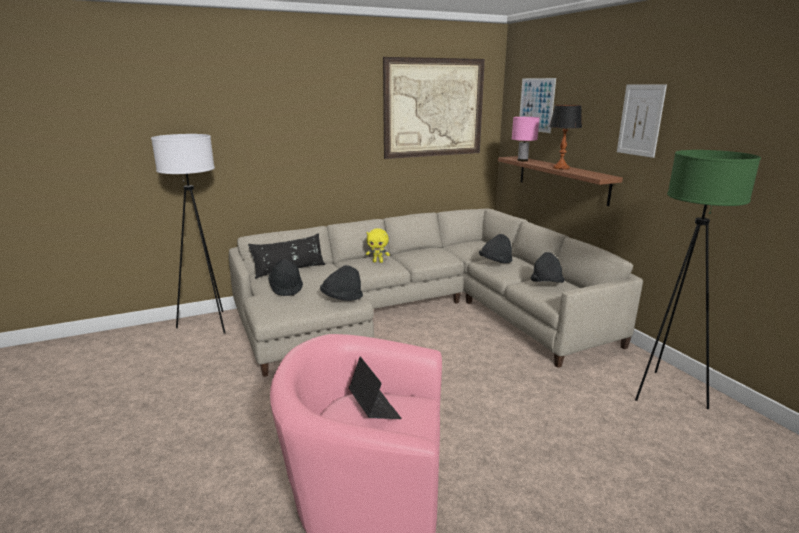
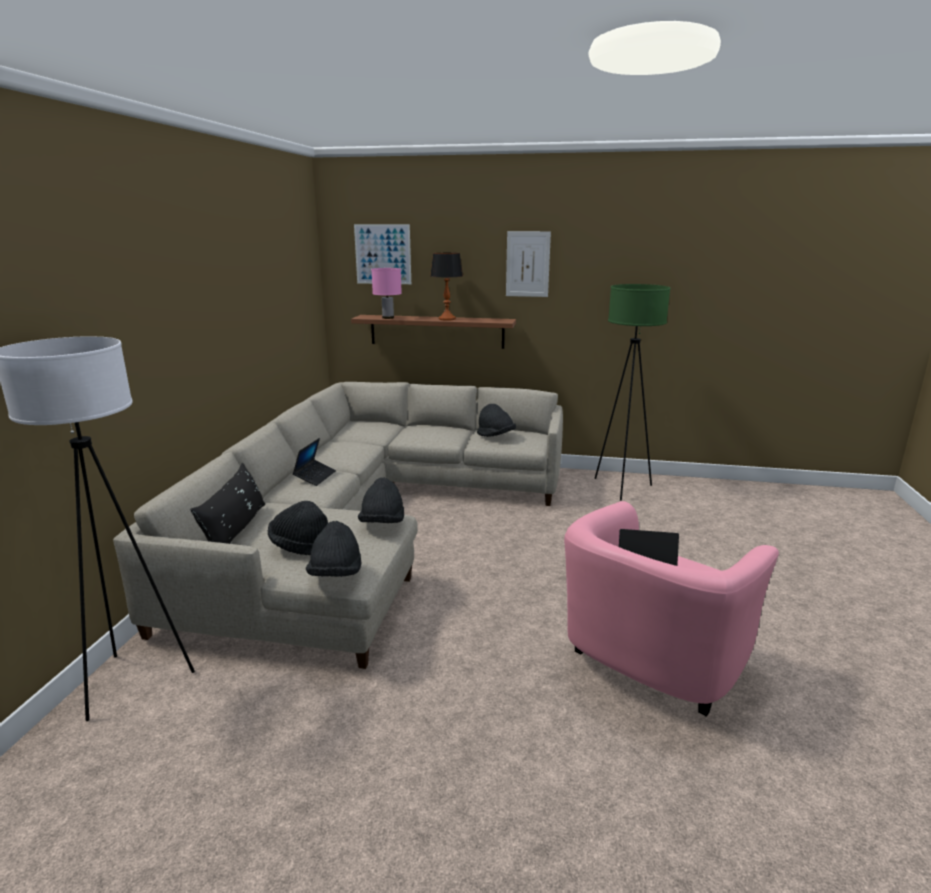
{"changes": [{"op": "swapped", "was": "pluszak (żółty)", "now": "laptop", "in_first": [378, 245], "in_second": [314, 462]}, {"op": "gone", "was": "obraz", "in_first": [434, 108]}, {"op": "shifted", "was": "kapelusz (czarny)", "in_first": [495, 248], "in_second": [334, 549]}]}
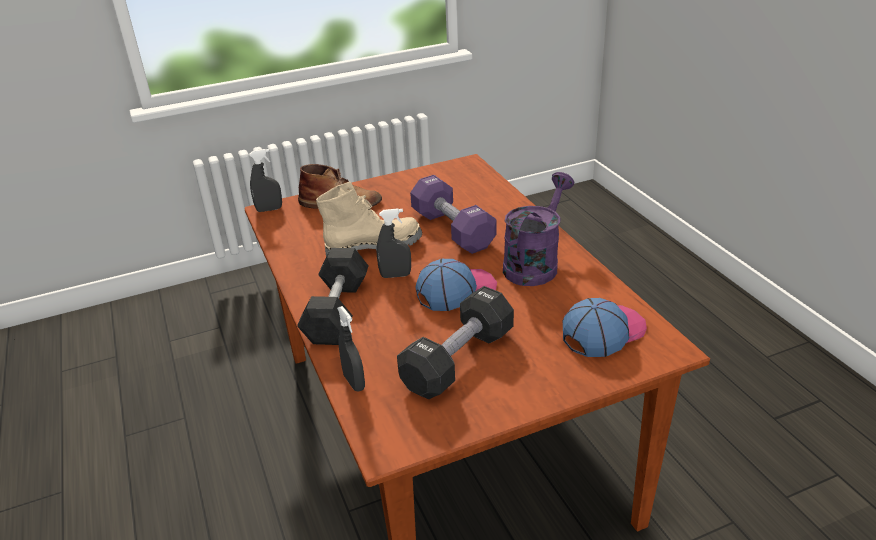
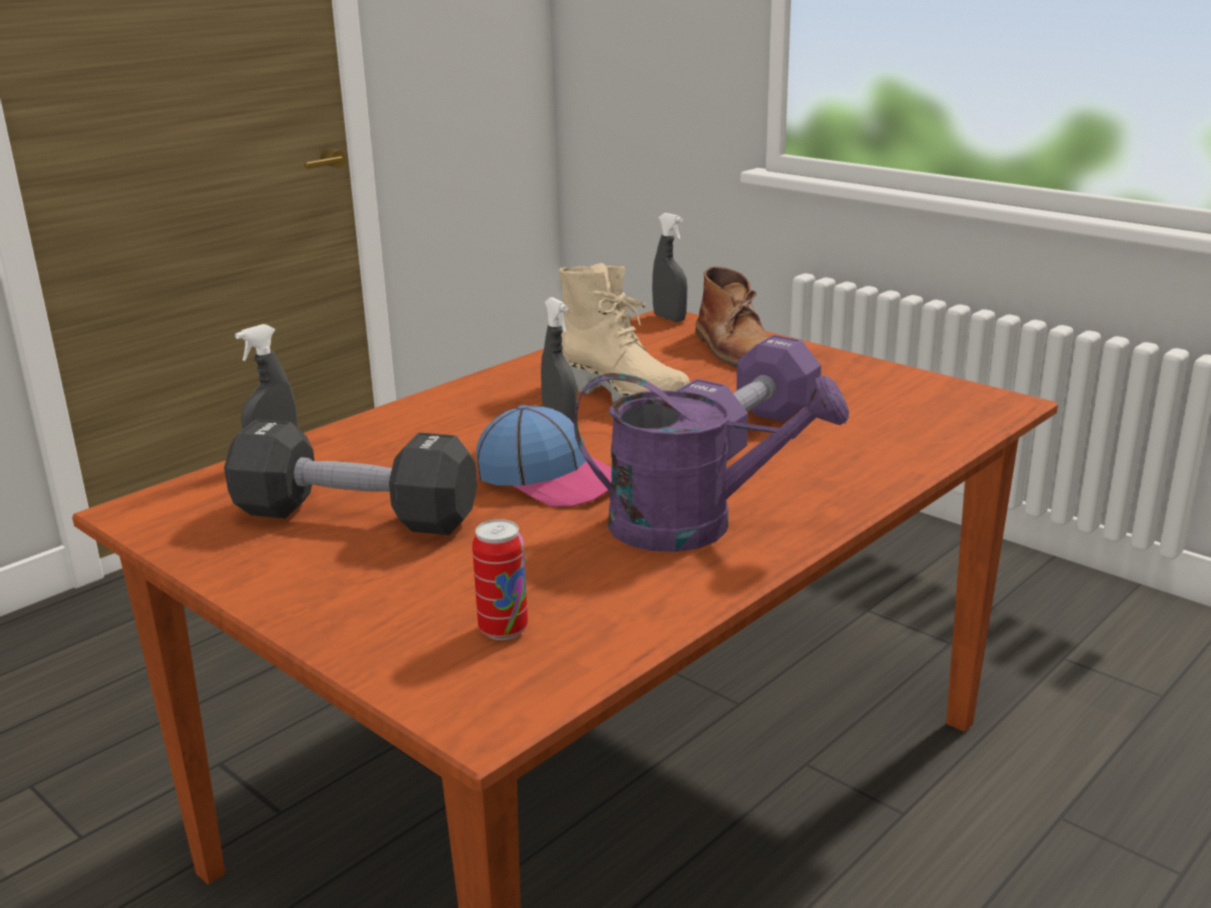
{"changes": [{"op": "gone", "was": "hantel (szary)", "in_first": [332, 296]}, {"op": "swapped", "was": "czapka z daszkiem", "now": "puszka", "in_first": [605, 327], "in_second": [500, 579]}]}
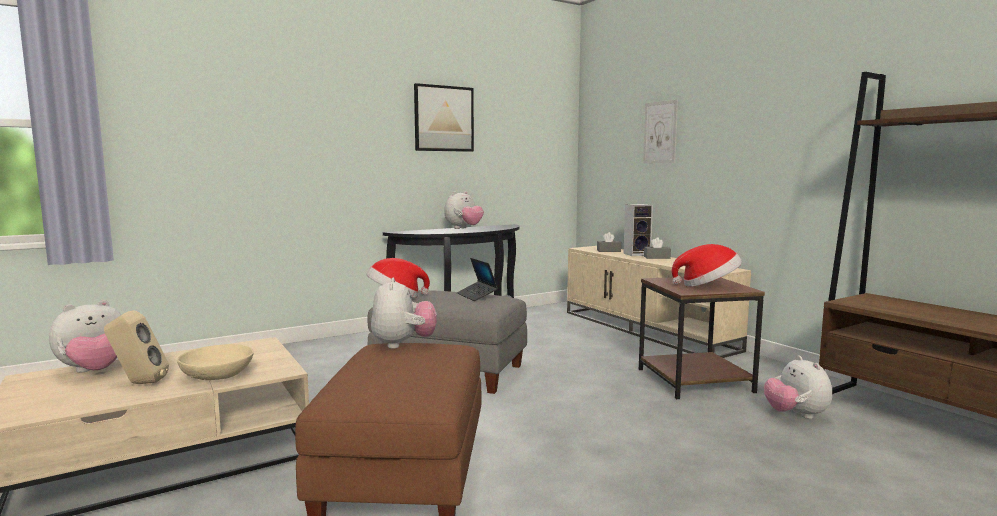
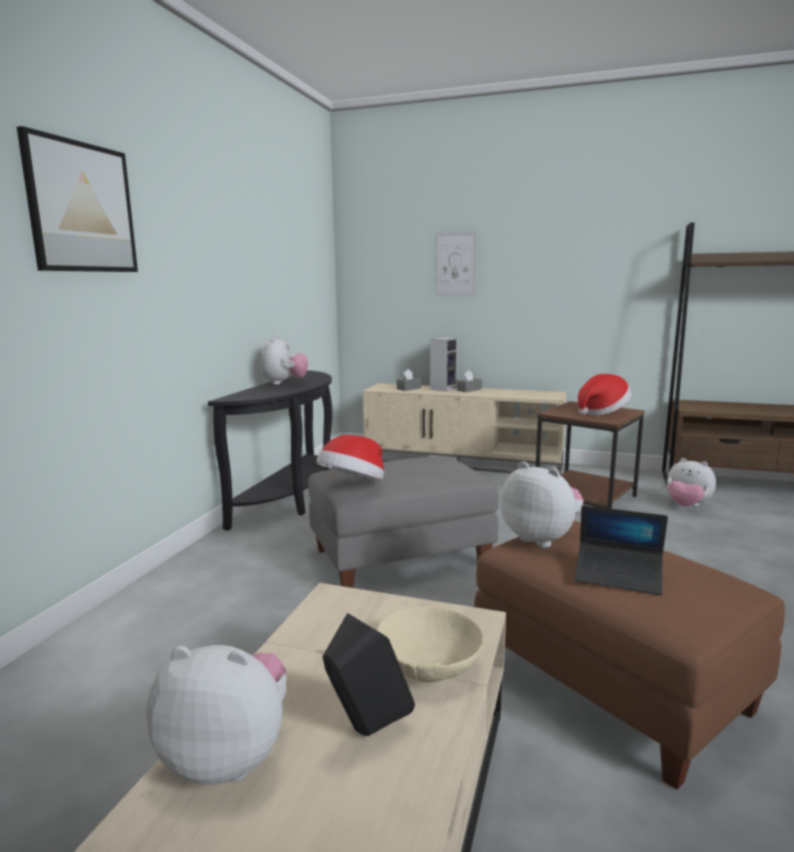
{"changes": [{"op": "rotated", "was": "pluszak", "in_first": [85, 336], "in_second": [216, 714], "clockwise": -90}, {"op": "repainted", "was": "głośnik (beżowy)", "now": "głośnik (czarny)", "in_first": [136, 347], "in_second": [369, 674]}, {"op": "shifted", "was": "obraz", "in_first": [444, 117], "in_second": [77, 199]}, {"op": "shifted", "was": "laptop", "in_first": [477, 279], "in_second": [621, 550]}]}
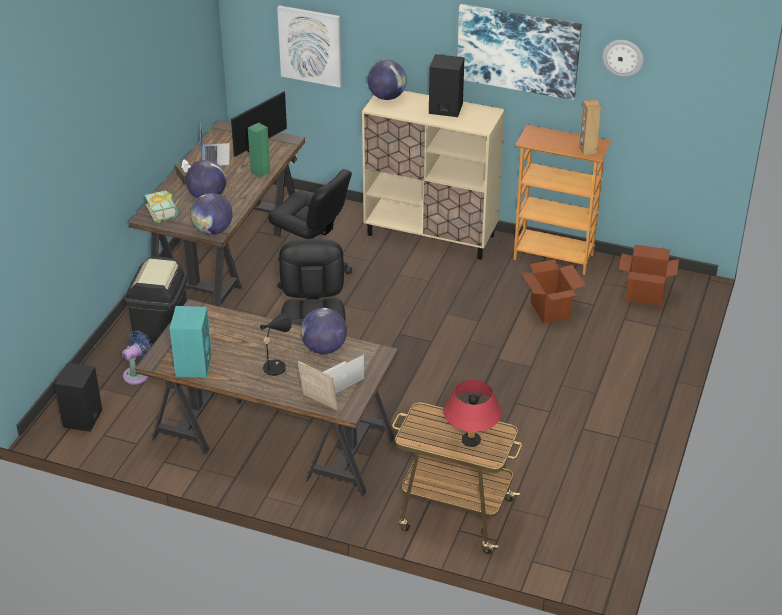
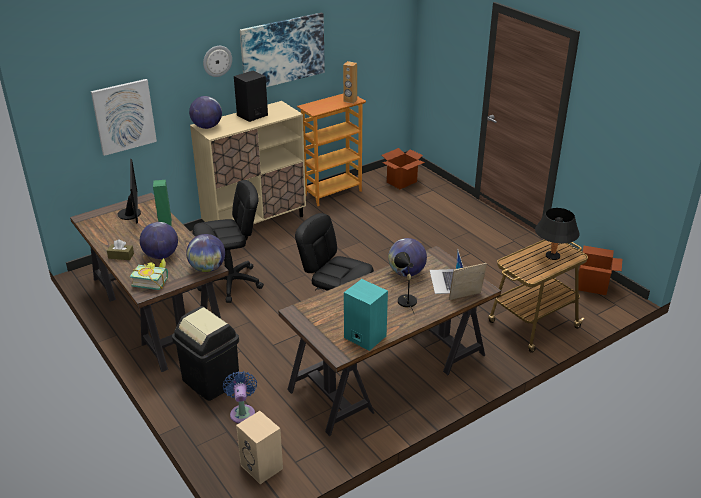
{"changes": [{"op": "repainted", "was": "głośnik (czarny)", "now": "głośnik (beżowy)", "in_first": [78, 397], "in_second": [259, 447]}, {"op": "gone", "was": "laptop", "in_first": [215, 145]}, {"op": "repainted", "was": "lampa stołowa (czerwony)", "now": "lampa stołowa (czarny)", "in_first": [472, 413], "in_second": [557, 234]}, {"op": "shifted", "was": "karton", "in_first": [553, 291], "in_second": [600, 270]}, {"op": "shifted", "was": "zegar ścienny", "in_first": [622, 58], "in_second": [217, 61]}]}
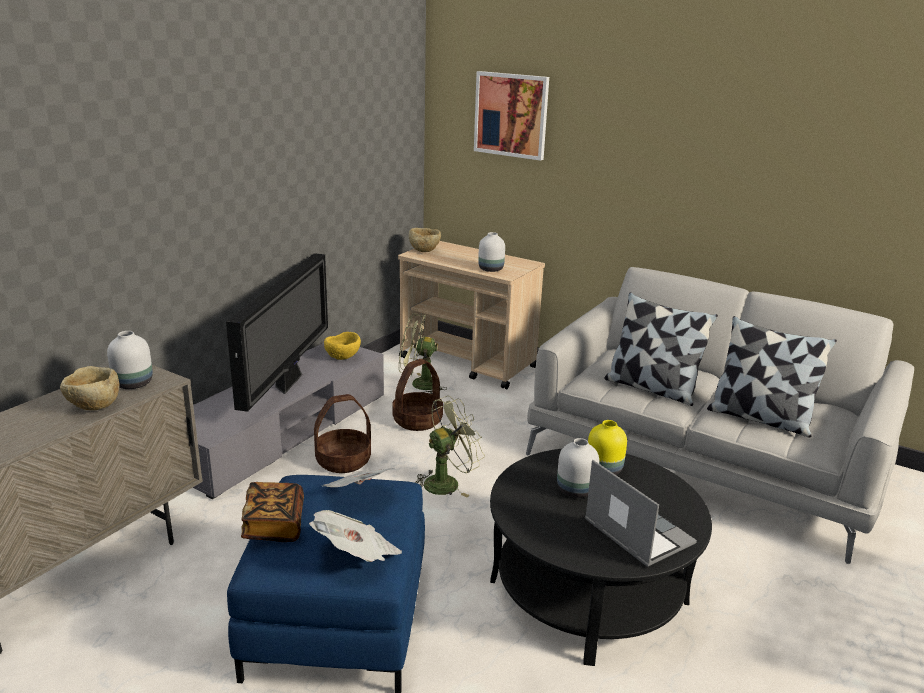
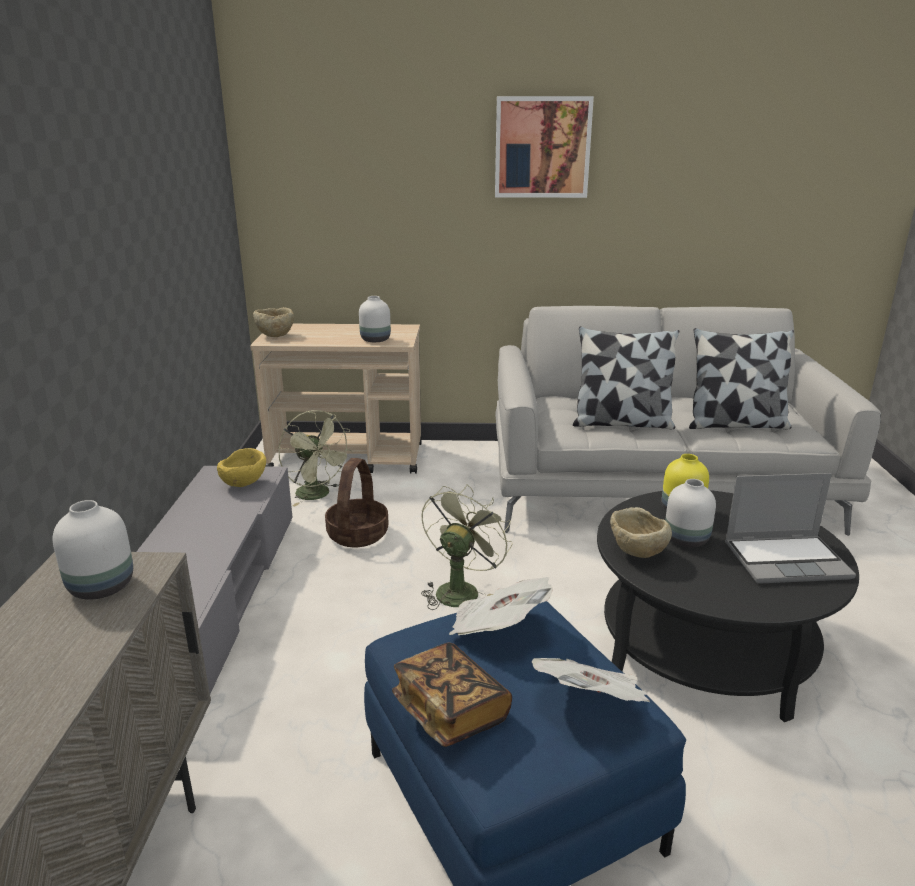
{"changes": [{"op": "shifted", "was": "miska (beżowy)", "in_first": [90, 388], "in_second": [641, 532]}, {"op": "gone", "was": "telewizor", "in_first": [277, 332]}, {"op": "gone", "was": "koszyk", "in_first": [342, 433]}, {"op": "rotated", "was": "wentylator (zielony)", "in_first": [423, 353], "in_second": [315, 458], "clockwise": -105}, {"op": "shifted", "was": "obraz", "in_first": [511, 116], "in_second": [544, 147]}, {"op": "rotated", "was": "laptop", "in_first": [641, 513], "in_second": [790, 528], "clockwise": 150}]}
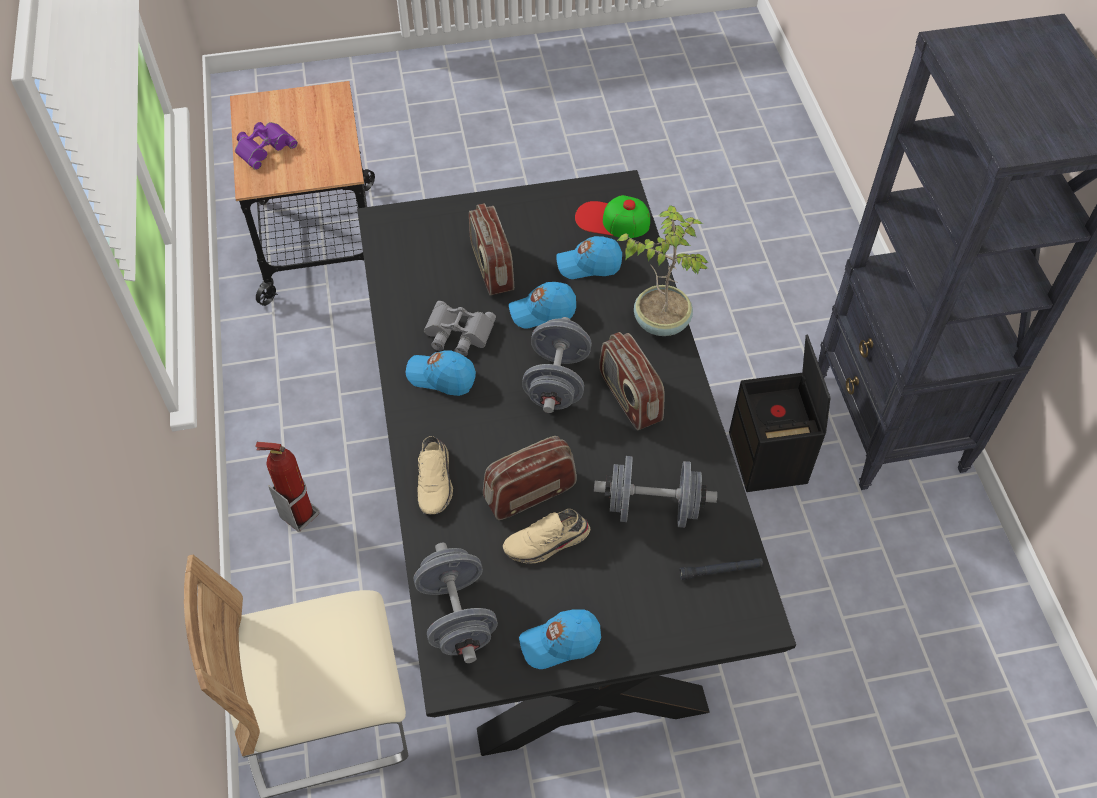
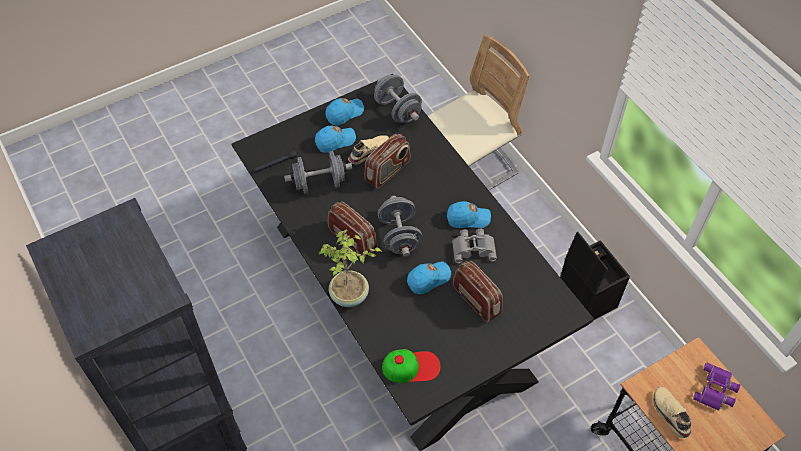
{"changes": [{"op": "gone", "was": "gaśnica", "in_first": [287, 487]}, {"op": "shifted", "was": "but (beżowy)", "in_first": [435, 475], "in_second": [672, 412]}, {"op": "shifted", "was": "czapka z daszkiem (niebieski)", "in_first": [589, 257], "in_second": [335, 139]}, {"op": "shifted", "was": "pojemnik do przechowywania (czarny)", "in_first": [780, 413], "in_second": [595, 276]}]}
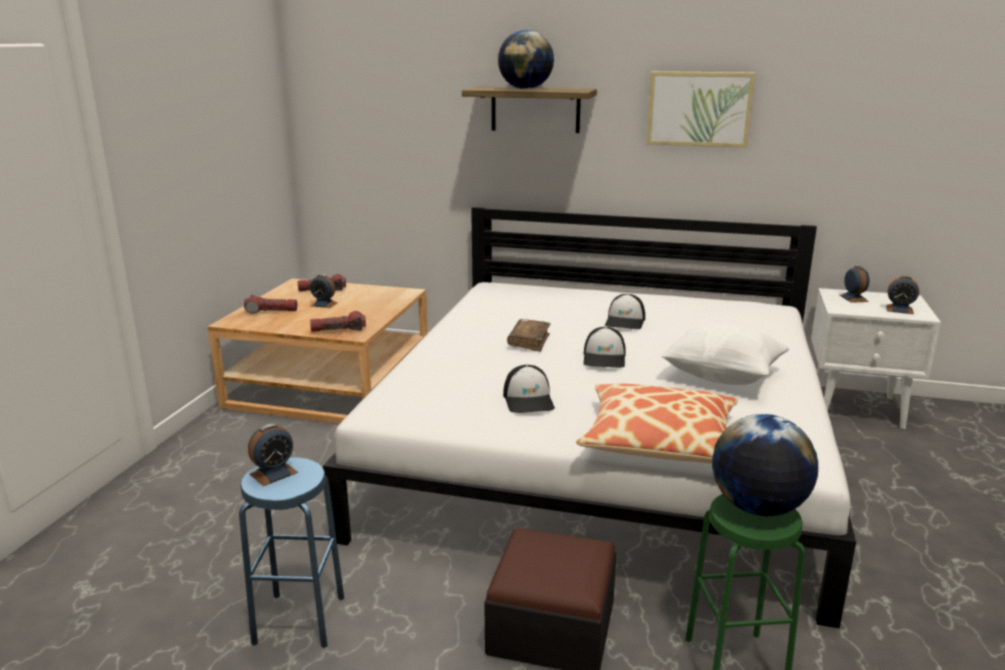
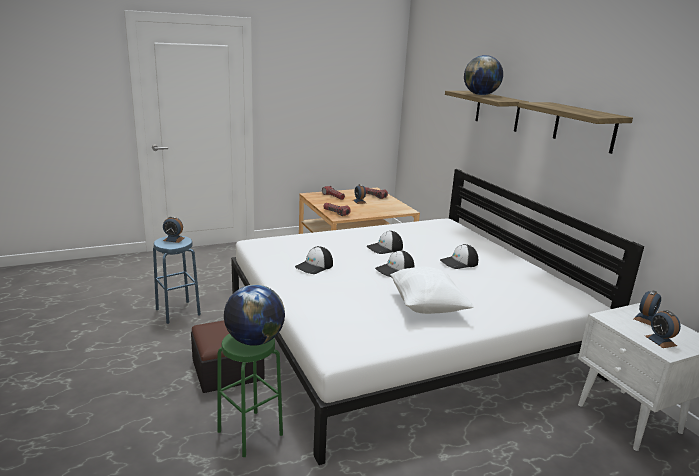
{"changes": [{"op": "swapped", "was": "książka (brązowy)", "now": "czapka z daszkiem", "in_first": [529, 335], "in_second": [385, 242]}, {"op": "gone", "was": "poduszka", "in_first": [657, 423]}, {"op": "swapped", "was": "obraz", "now": "półka", "in_first": [700, 109], "in_second": [575, 128]}]}
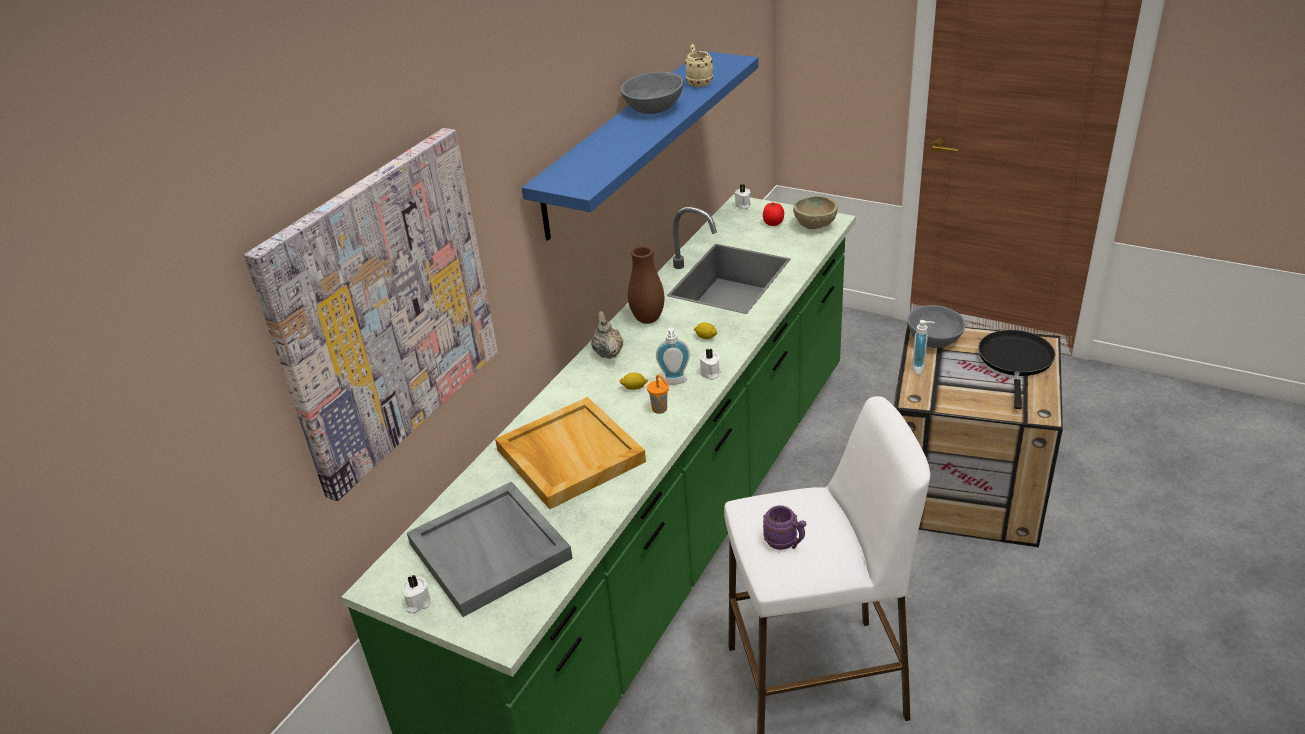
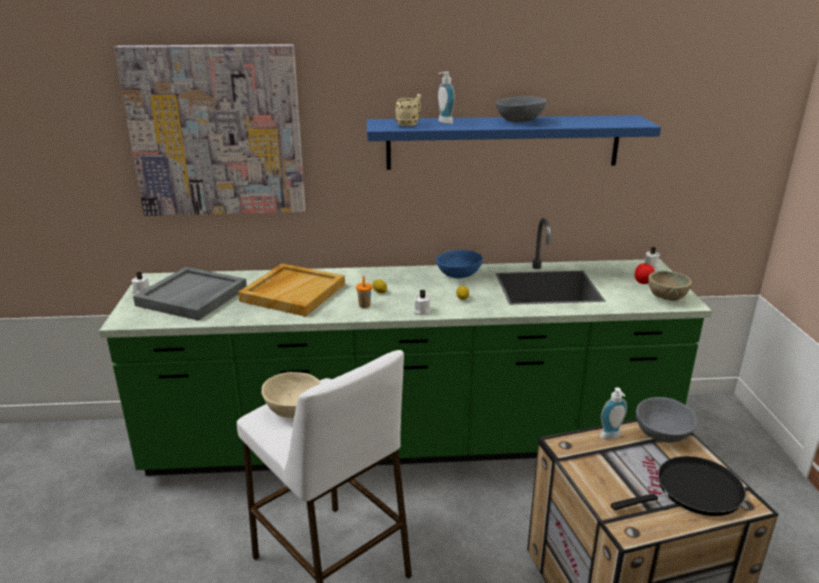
{"changes": [{"op": "gone", "was": "imbryk (beżowy)", "in_first": [607, 335]}, {"op": "swapped", "was": "wazon (brązowy)", "now": "miska (niebieski)", "in_first": [646, 285], "in_second": [459, 264]}, {"op": "shifted", "was": "dozownik mydła", "in_first": [673, 356], "in_second": [446, 98]}, {"op": "shifted", "was": "kubek (beżowy)", "in_first": [699, 65], "in_second": [408, 110]}, {"op": "swapped", "was": "kubek (fioletowy)", "now": "miska (beżowy)", "in_first": [784, 527], "in_second": [291, 395]}]}
